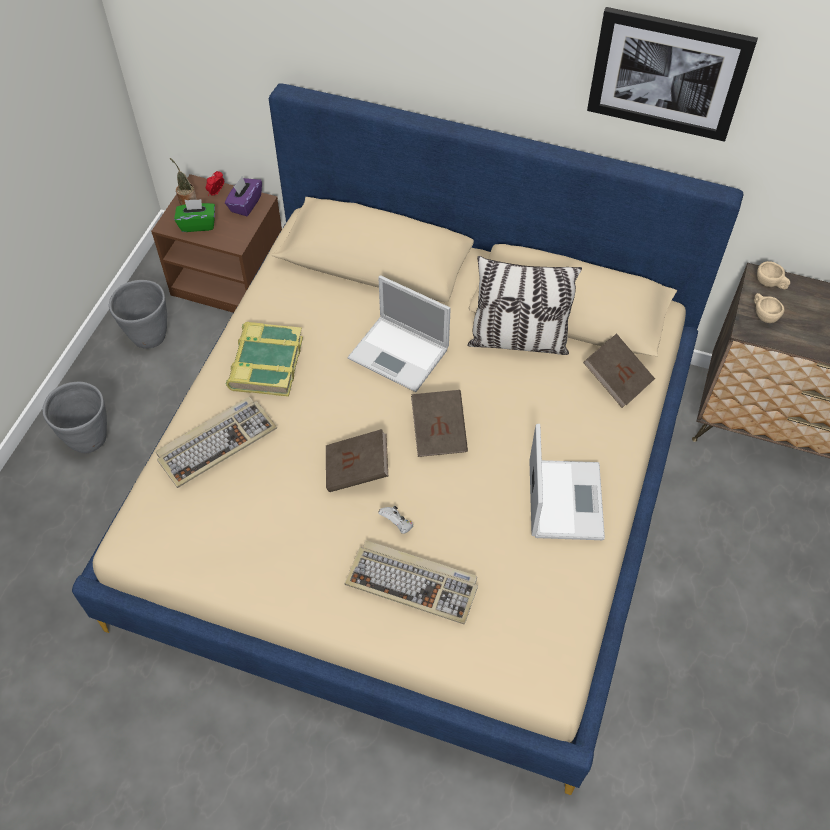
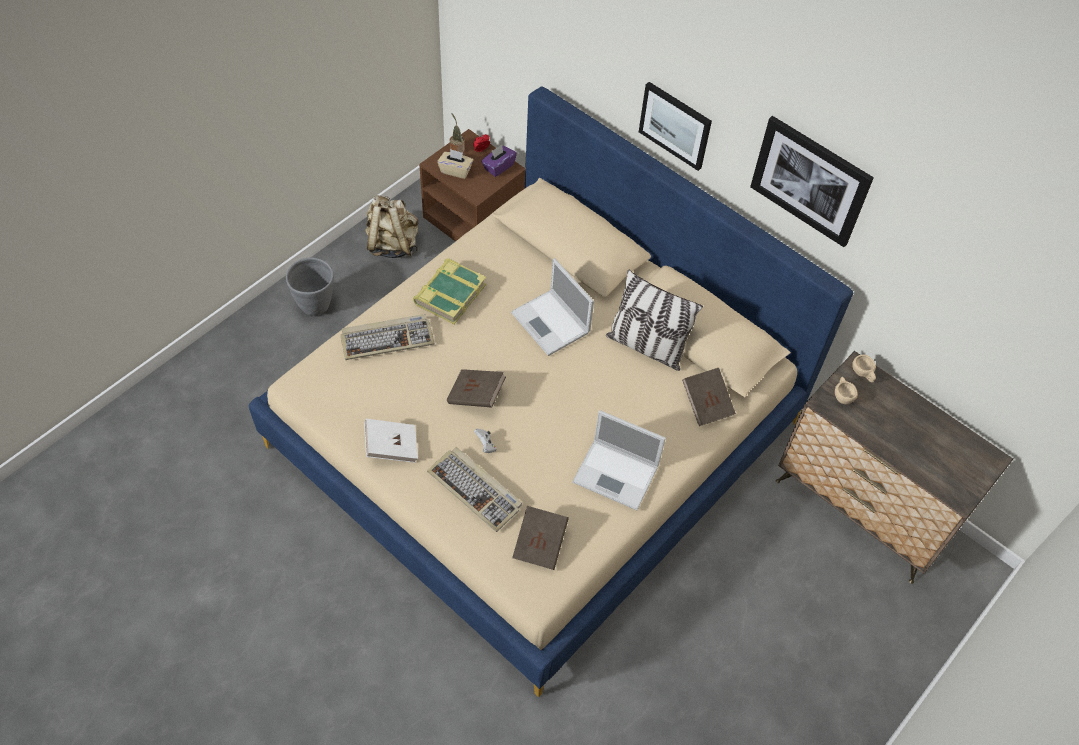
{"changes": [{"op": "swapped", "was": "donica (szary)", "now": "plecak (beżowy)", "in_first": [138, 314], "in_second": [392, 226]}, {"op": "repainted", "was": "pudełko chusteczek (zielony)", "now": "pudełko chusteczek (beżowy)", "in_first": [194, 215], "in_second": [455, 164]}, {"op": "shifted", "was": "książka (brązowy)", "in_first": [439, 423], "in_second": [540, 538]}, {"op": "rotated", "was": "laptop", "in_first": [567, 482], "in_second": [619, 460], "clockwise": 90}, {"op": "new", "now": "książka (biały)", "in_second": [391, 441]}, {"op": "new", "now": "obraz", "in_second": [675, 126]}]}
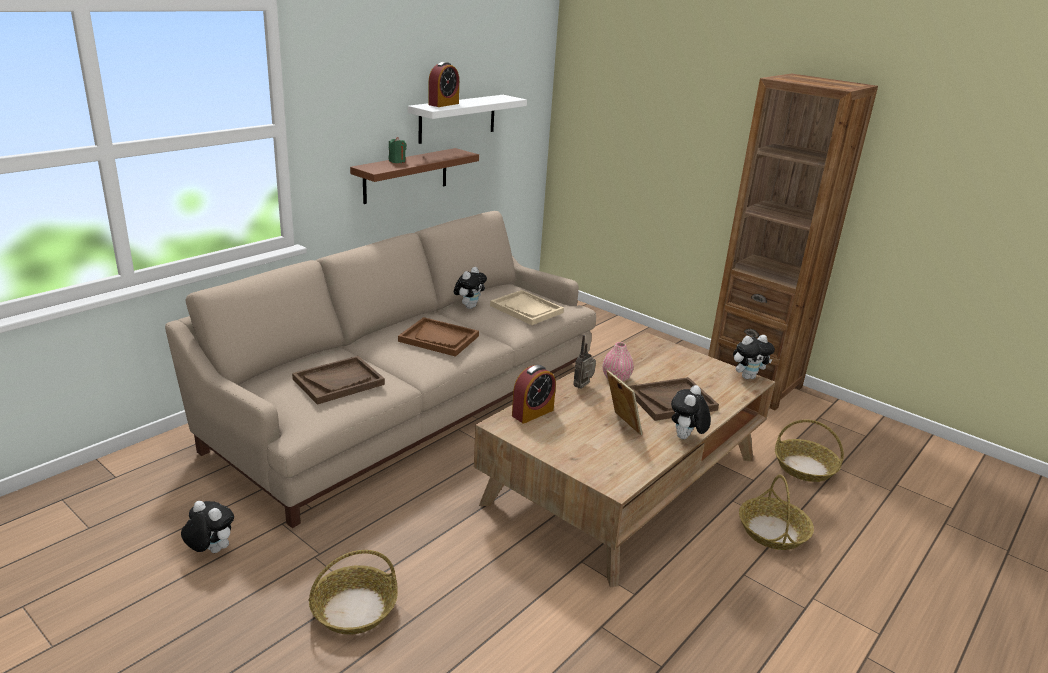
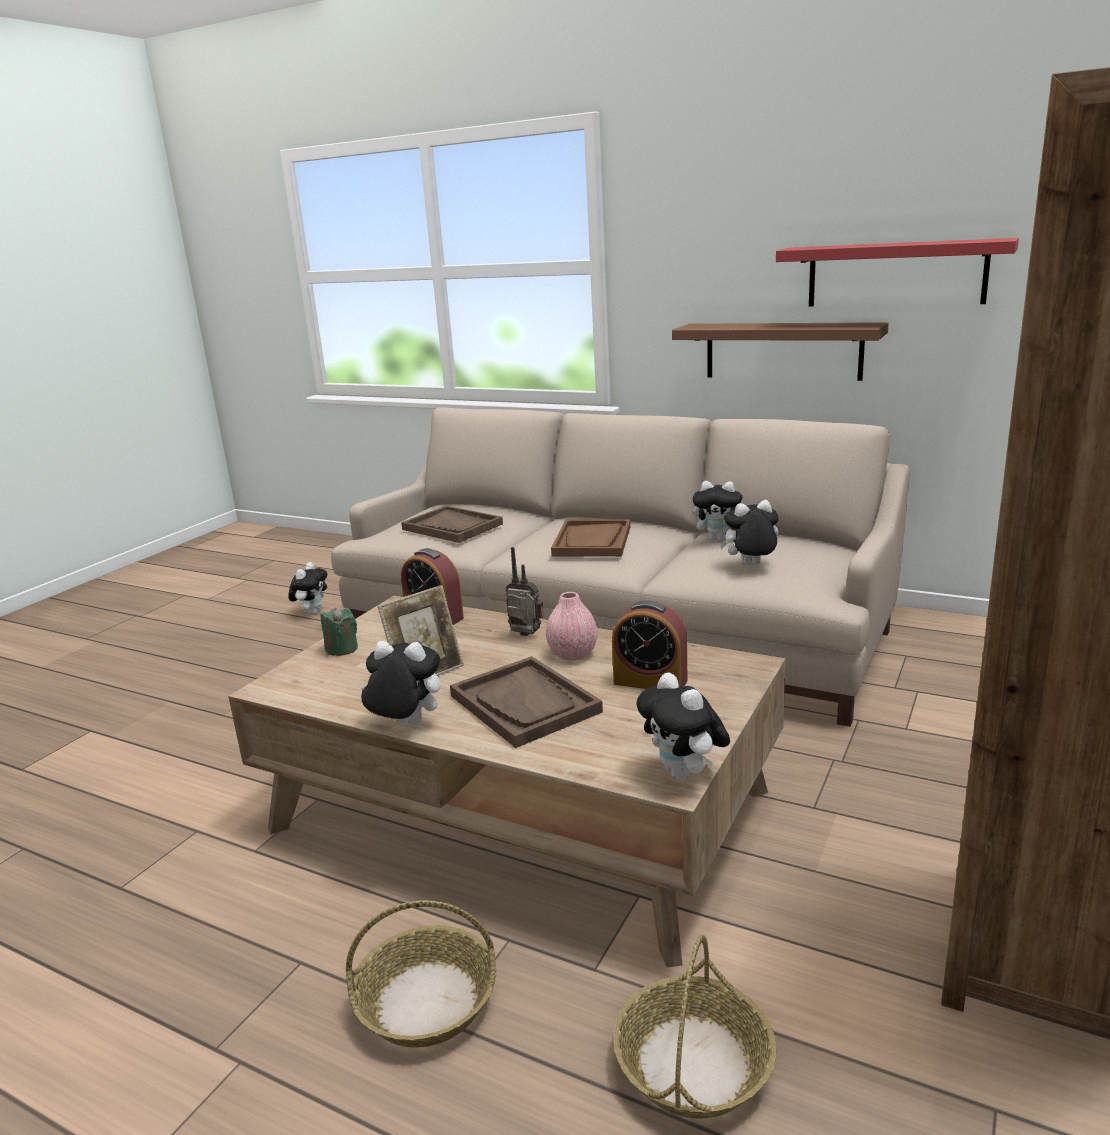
{"changes": [{"op": "gone", "was": "koszyk", "in_first": [353, 592]}, {"op": "shifted", "was": "świeca (zielony)", "in_first": [398, 150], "in_second": [339, 632]}, {"op": "repainted", "was": "półka (biały)", "now": "półka (czerwony)", "in_first": [467, 119], "in_second": [897, 272]}, {"op": "shifted", "was": "budzik", "in_first": [443, 84], "in_second": [649, 644]}, {"op": "swapped", "was": "taca (beżowy)", "now": "pluszak", "in_first": [527, 307], "in_second": [749, 533]}]}
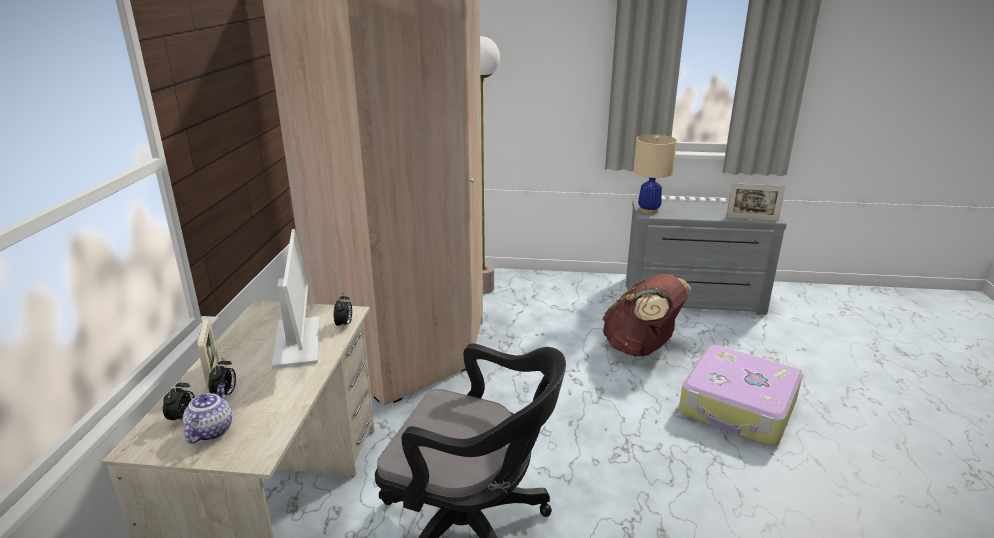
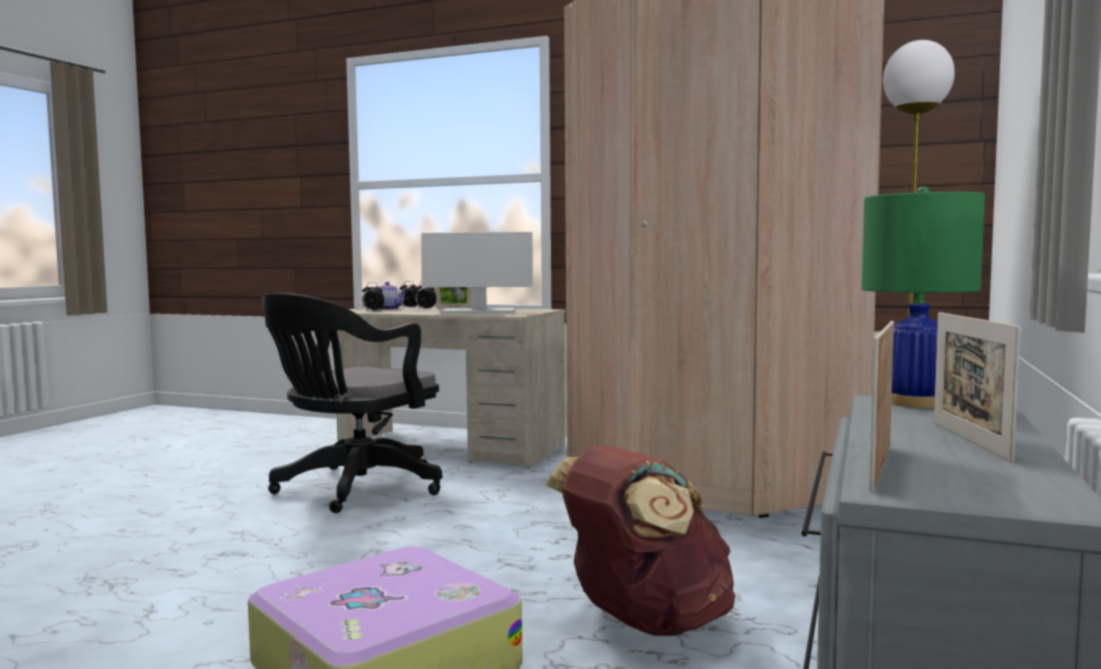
{"changes": [{"op": "shifted", "was": "budzik", "in_first": [343, 311], "in_second": [373, 297]}, {"op": "repainted", "was": "lampa stołowa (beżowy)", "now": "lampa stołowa (zielony)", "in_first": [655, 174], "in_second": [923, 297]}, {"op": "new", "now": "ramka na zdjęcie", "in_second": [977, 387]}]}
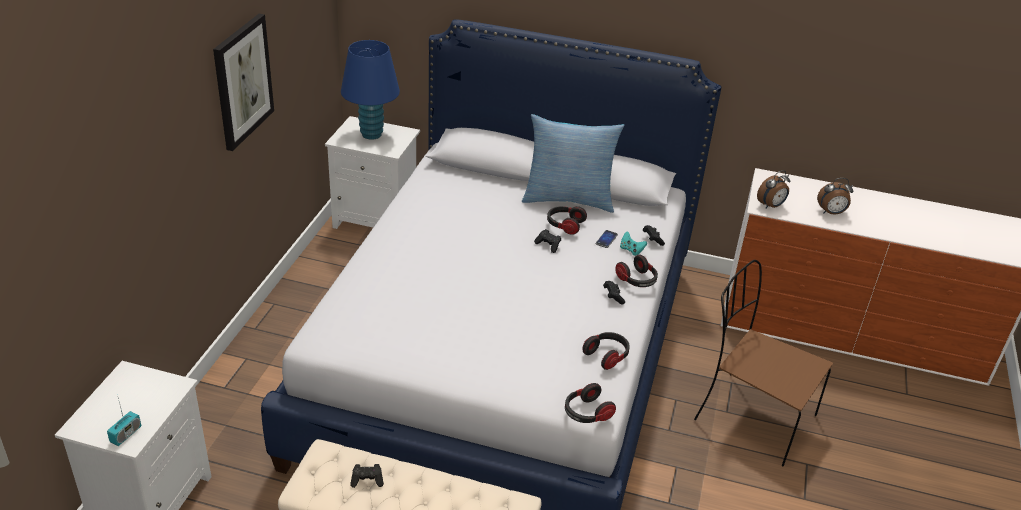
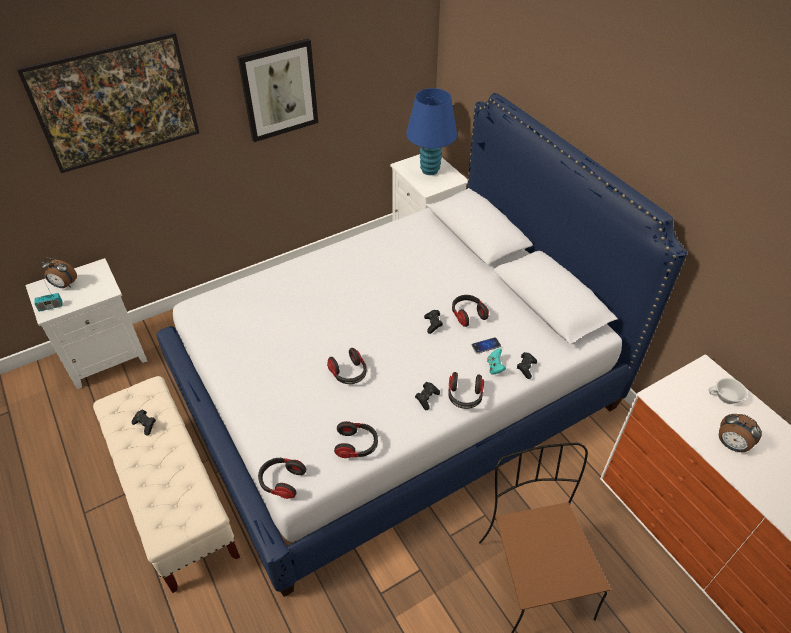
{"changes": [{"op": "gone", "was": "poduszka", "in_first": [573, 163]}, {"op": "shifted", "was": "budzik", "in_first": [774, 189], "in_second": [59, 273]}, {"op": "new", "now": "obraz", "in_second": [107, 102]}, {"op": "new", "now": "słuchawki", "in_second": [347, 366]}, {"op": "new", "now": "filiżanka (biały)", "in_second": [728, 391]}]}
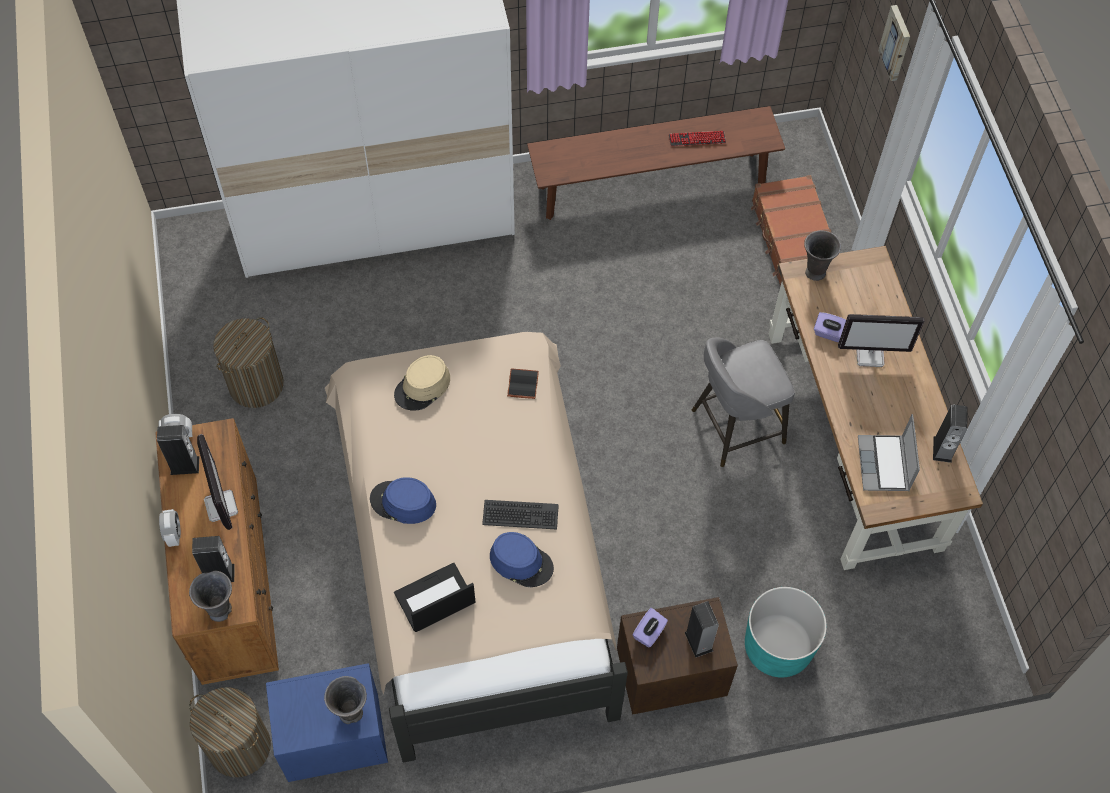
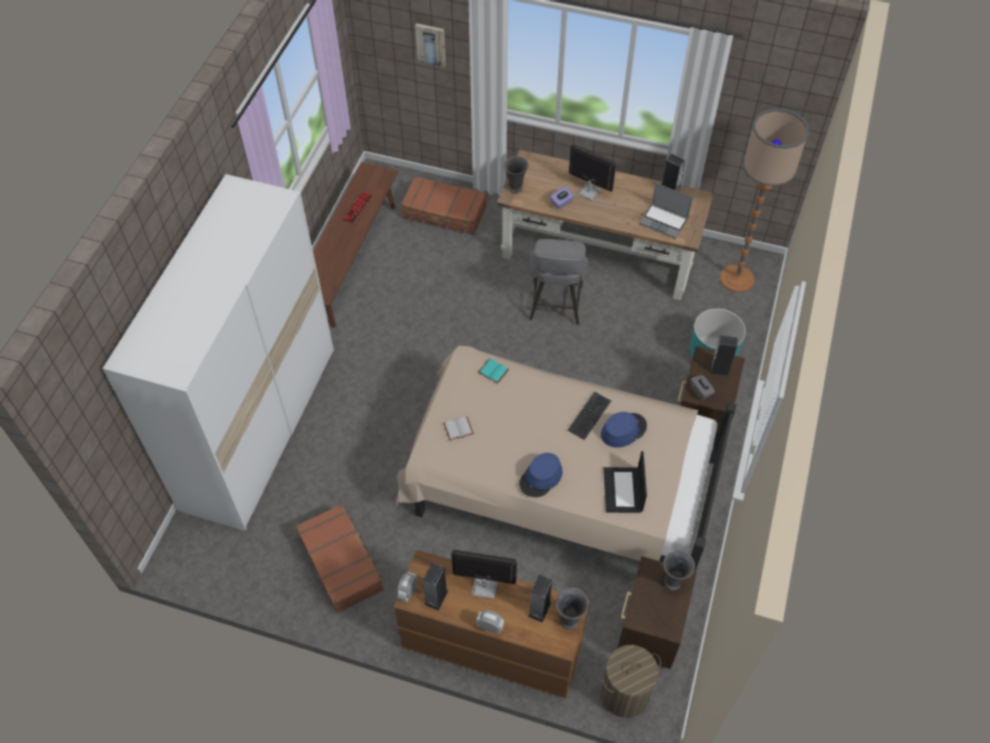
{"changes": [{"op": "swapped", "was": "kosz na pranie", "now": "walizka (brązowy)", "in_first": [248, 362], "in_second": [340, 559]}, {"op": "repainted", "was": "szafka nocna (niebieski)", "now": "szafka nocna (brązowy)", "in_first": [327, 722], "in_second": [657, 612]}, {"op": "swapped", "was": "kapelusz (beżowy)", "now": "książka (biały)", "in_first": [422, 383], "in_second": [459, 428]}, {"op": "repainted", "was": "książka (czarny)", "now": "książka (turkusowy)", "in_first": [523, 383], "in_second": [493, 371]}, {"op": "repainted", "was": "pudełko chusteczek (fioletowy)", "now": "pudełko chusteczek (szary)", "in_first": [650, 627], "in_second": [702, 387]}, {"op": "rotated", "was": "monitor", "in_first": [881, 340], "in_second": [592, 172], "clockwise": -90}, {"op": "new", "now": "lampa stojąca", "in_second": [764, 200]}]}
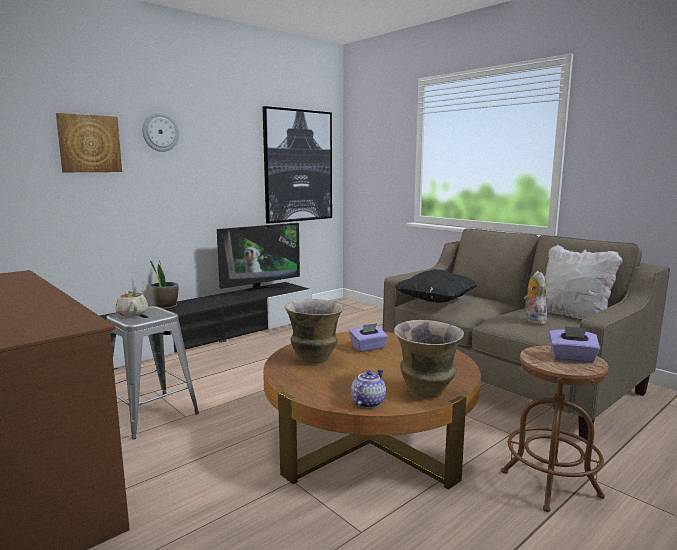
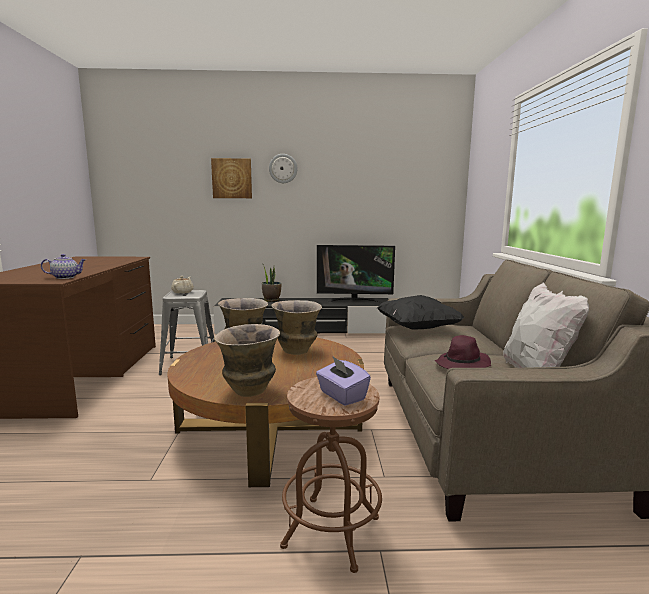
{"changes": [{"op": "gone", "was": "obraz", "in_first": [297, 165]}, {"op": "swapped", "was": "pudełko chusteczek (fioletowy)", "now": "wazon", "in_first": [368, 337], "in_second": [296, 327]}, {"op": "shifted", "was": "imbryk", "in_first": [368, 388], "in_second": [63, 266]}, {"op": "swapped", "was": "pluszak", "now": "kapelusz (fioletowy)", "in_first": [535, 298], "in_second": [462, 352]}]}
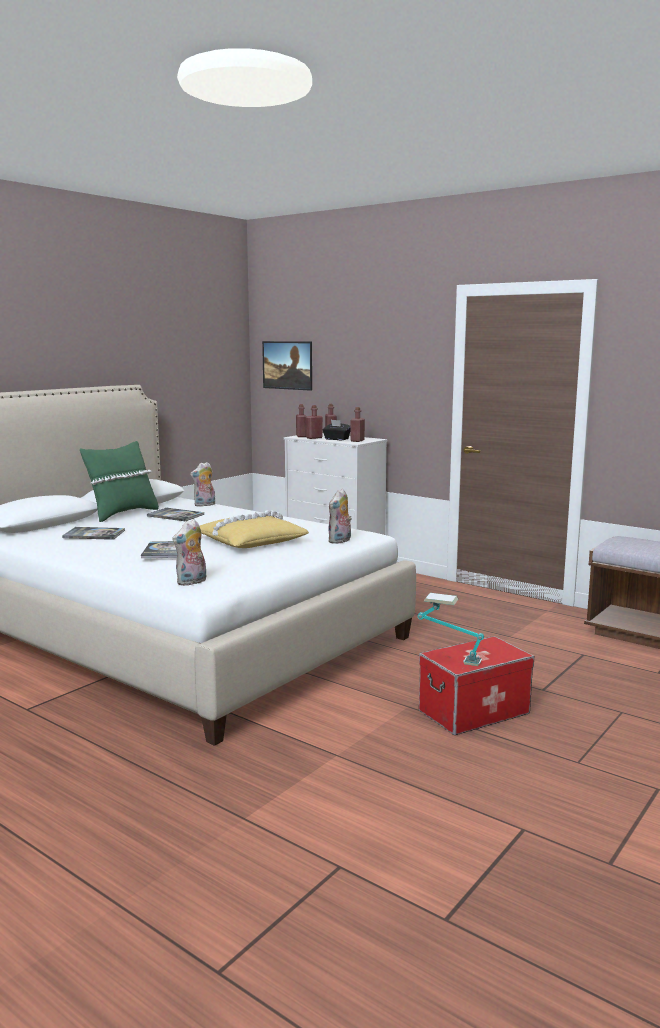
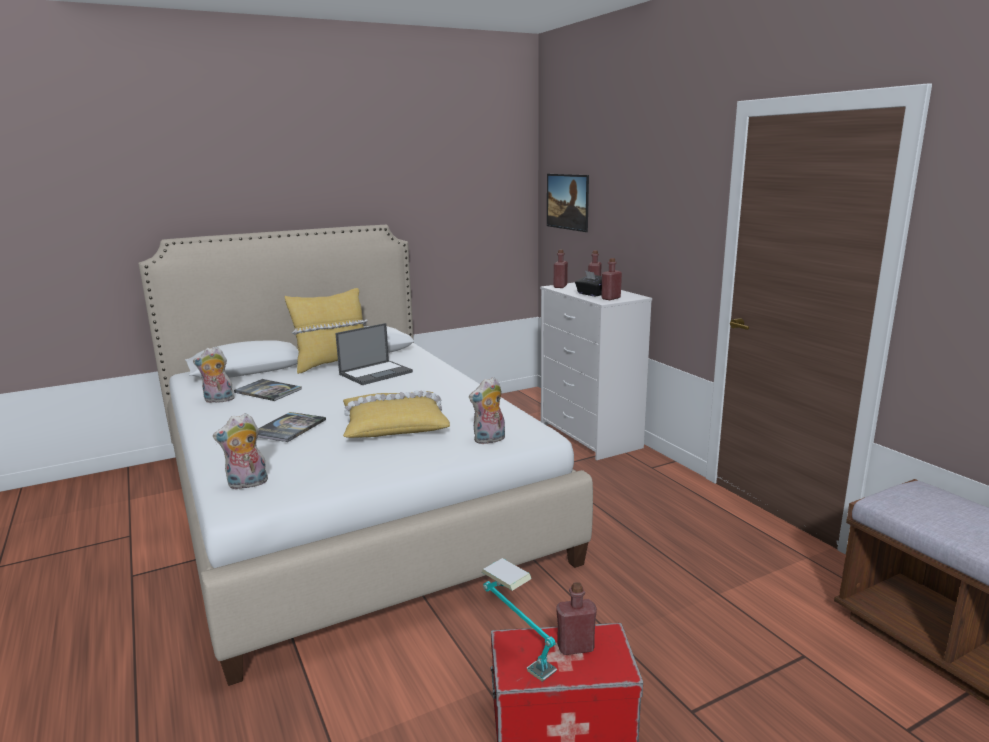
{"changes": [{"op": "repainted", "was": "poduszka (zielony)", "now": "poduszka (żółty)", "in_first": [119, 481], "in_second": [326, 331]}, {"op": "swapped", "was": "książka", "now": "laptop", "in_first": [175, 514], "in_second": [374, 354]}, {"op": "shifted", "was": "pluszak", "in_first": [202, 484], "in_second": [214, 375]}, {"op": "shifted", "was": "butelka (czerwony)", "in_first": [314, 422], "in_second": [576, 618]}]}
